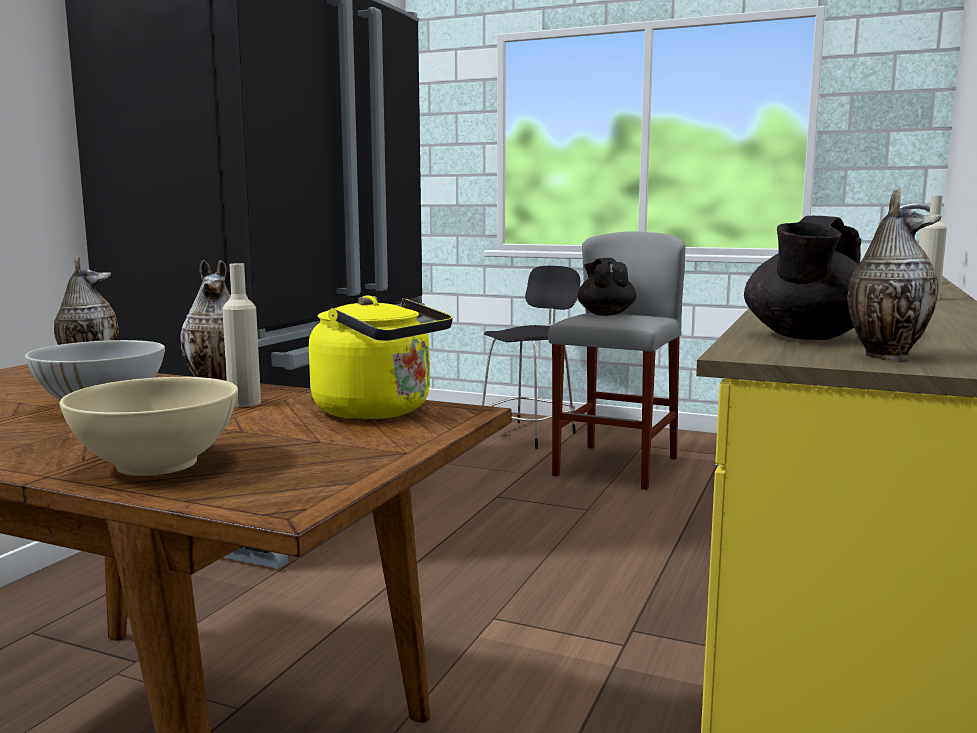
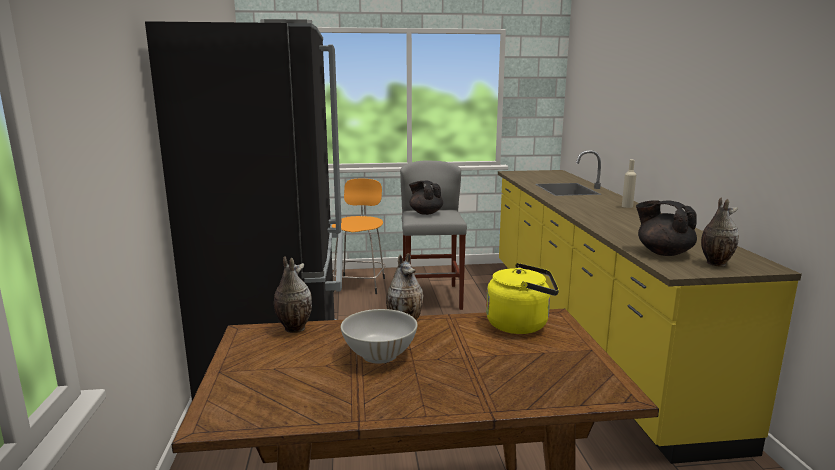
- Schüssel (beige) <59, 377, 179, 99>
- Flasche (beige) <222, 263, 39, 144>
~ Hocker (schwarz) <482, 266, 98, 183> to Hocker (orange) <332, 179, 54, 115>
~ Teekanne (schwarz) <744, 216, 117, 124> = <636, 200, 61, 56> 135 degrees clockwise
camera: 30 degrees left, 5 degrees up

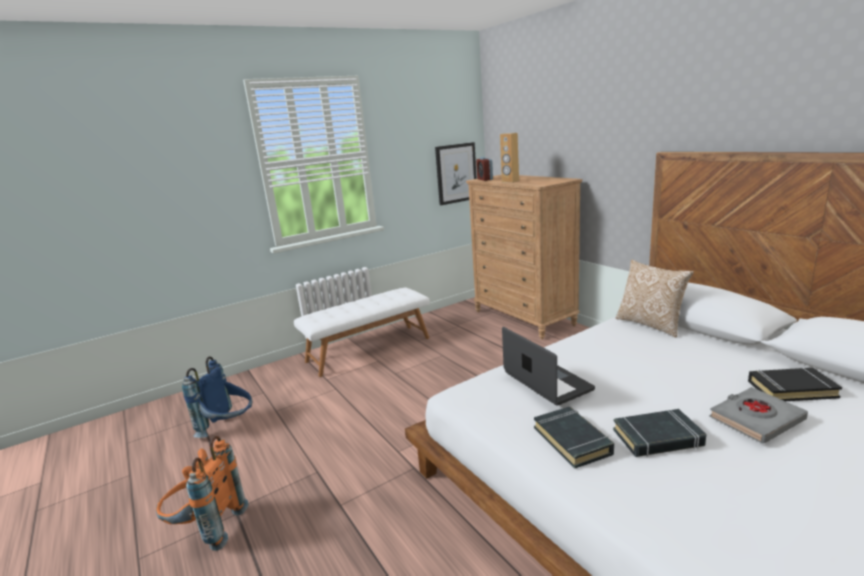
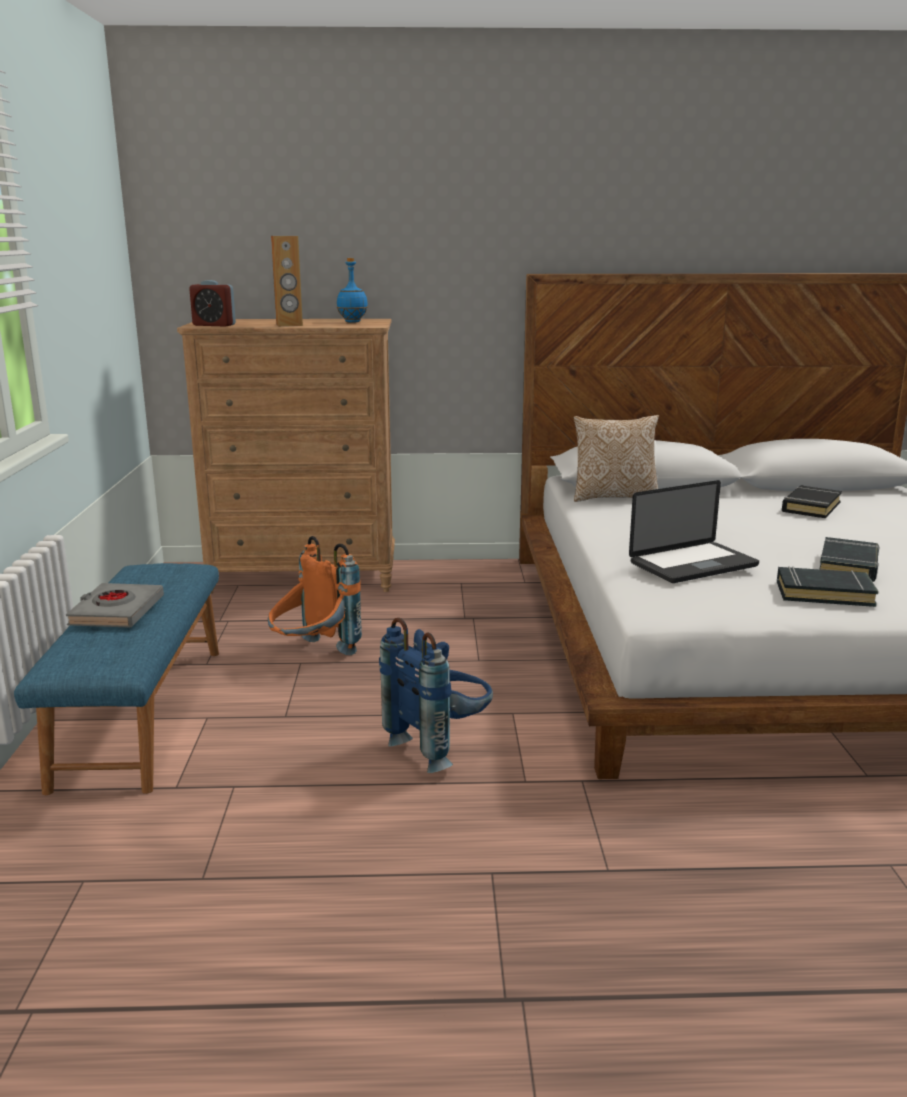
- Bild <435, 142, 42, 63>
+ Flasche (blau) <337, 258, 31, 65>
~ Rucksack (orange) <156, 436, 93, 115> to <268, 536, 94, 119>
~ Rucksack (blau) <182, 356, 70, 82> to <379, 618, 114, 155>
~ Buch (grau) <709, 387, 99, 57> to <66, 583, 98, 45>
~ Bank (weiß) <294, 287, 136, 90> to Bank (blau) <14, 563, 205, 232>
~ Laptop <502, 327, 93, 79> = <629, 480, 130, 103> 150 degrees clockwise
camera: 60 degrees left, 0 degrees up

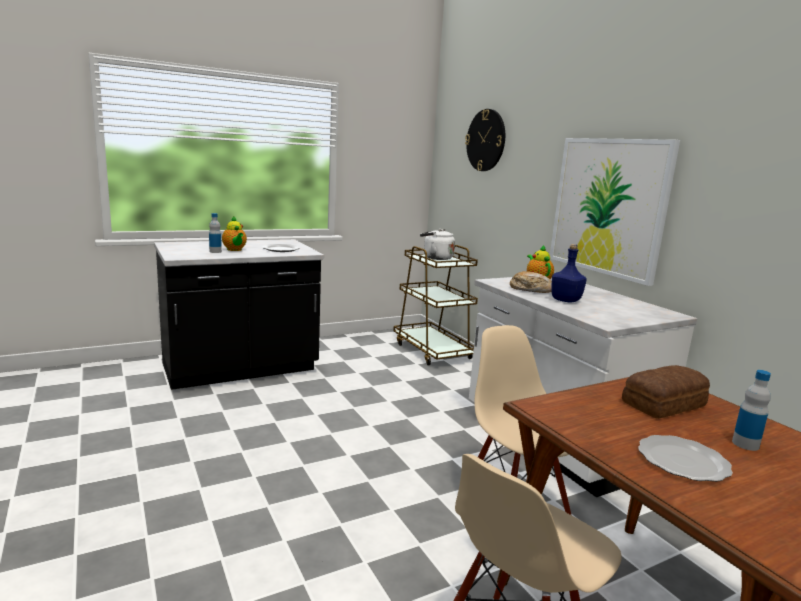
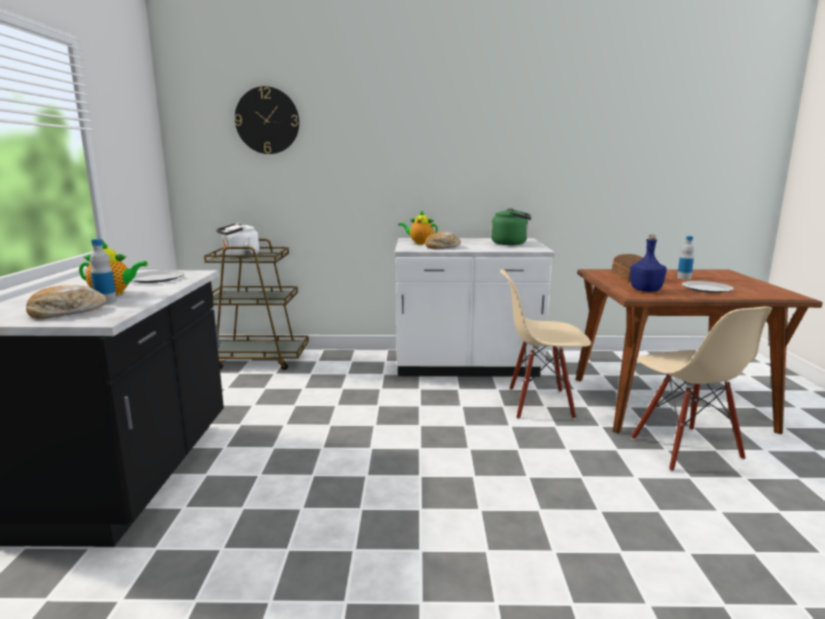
- Bild <550, 138, 130, 148>
+ Brot <26, 285, 81, 34>
+ Wasserkessel (grün) <491, 208, 41, 37>
~ Flasche (blau) <551, 244, 36, 58> to <630, 235, 37, 57>
camera: 60 degrees left, 0 degrees up

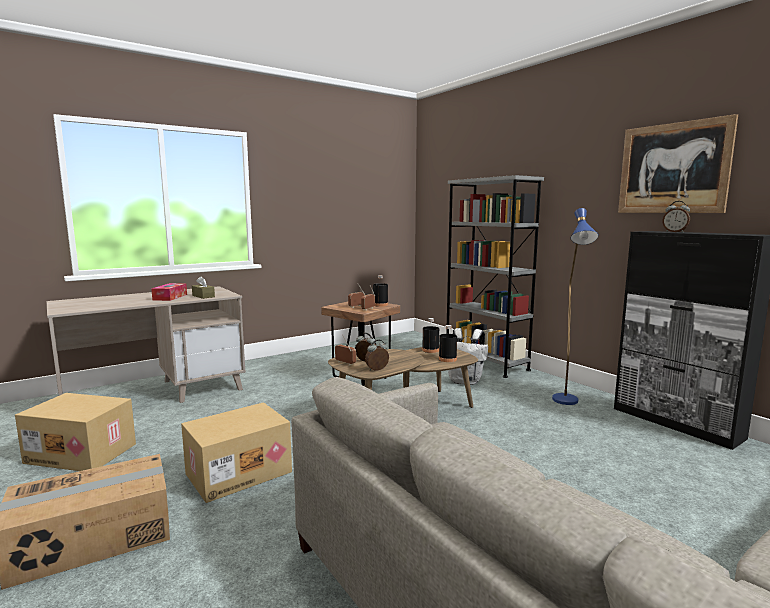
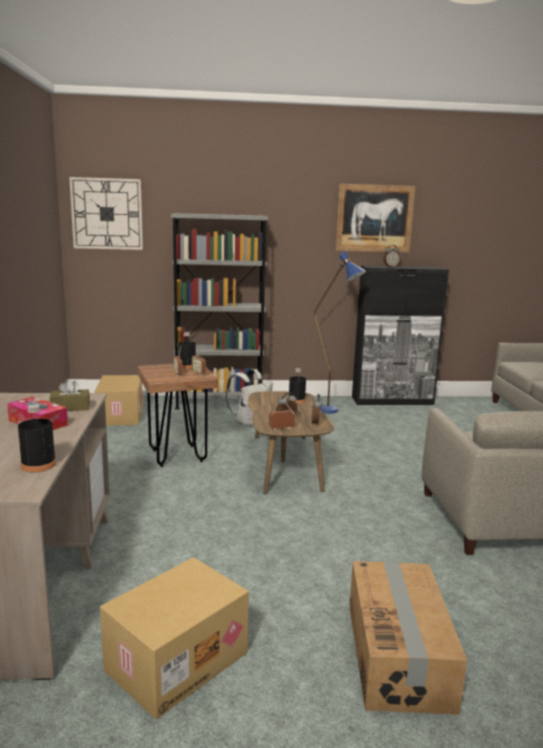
+ Wanduhr <69, 177, 74, 73>
~ Karton <181, 402, 111, 101> to <95, 375, 48, 51>
~ Flasche (schwarz) <422, 318, 17, 35> to <18, 404, 38, 69>
camera: 60 degrees left, 5 degrees up

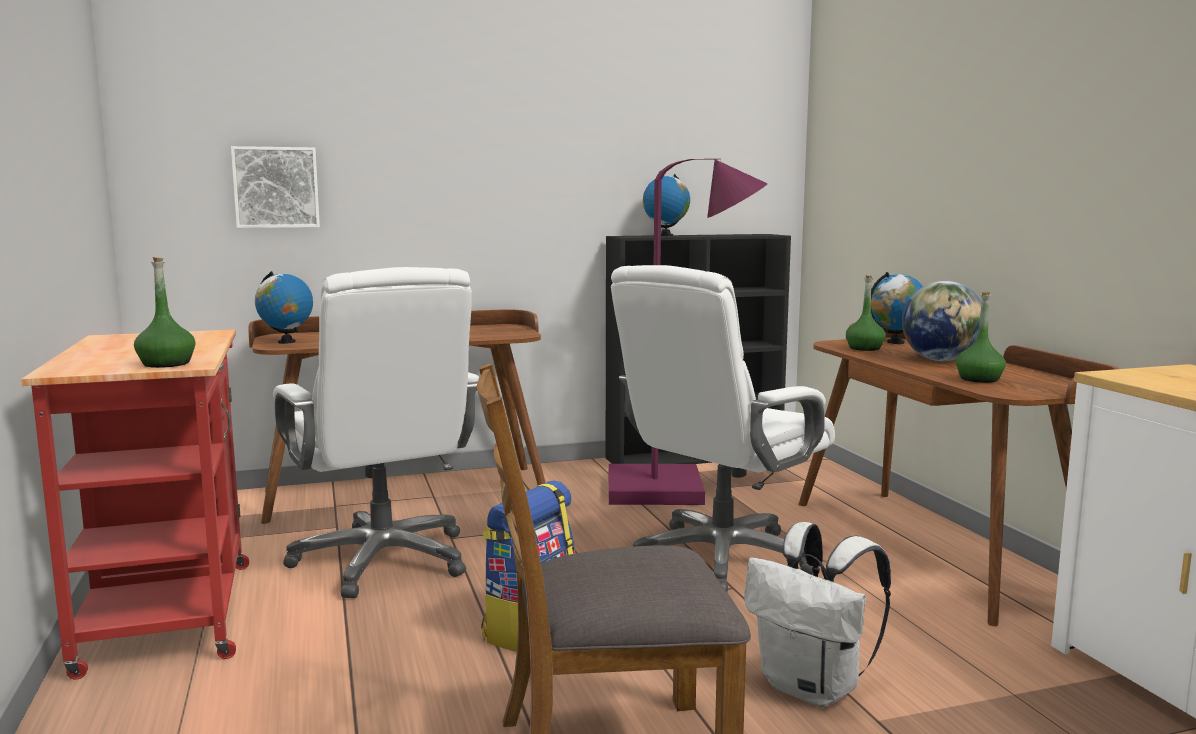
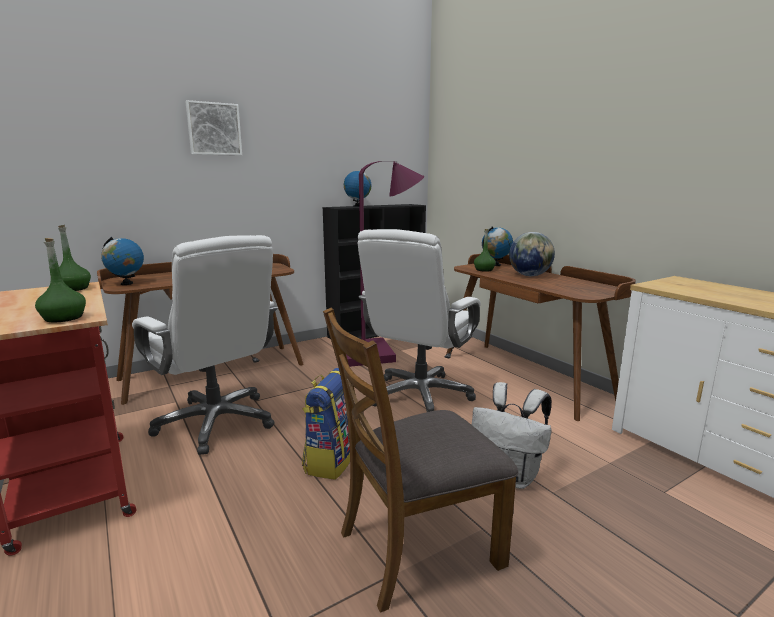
~ Bild <231, 146, 89, 82> to <185, 100, 57, 56>
~ Flasche (grün) <956, 291, 50, 92> to <58, 225, 33, 66>
camera: 15 degrees left, 5 degrees up

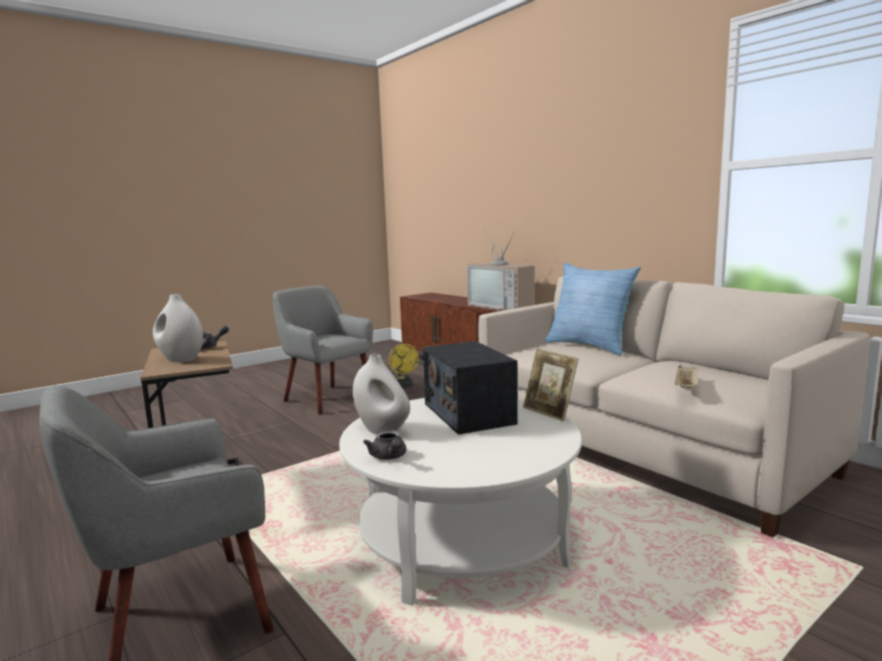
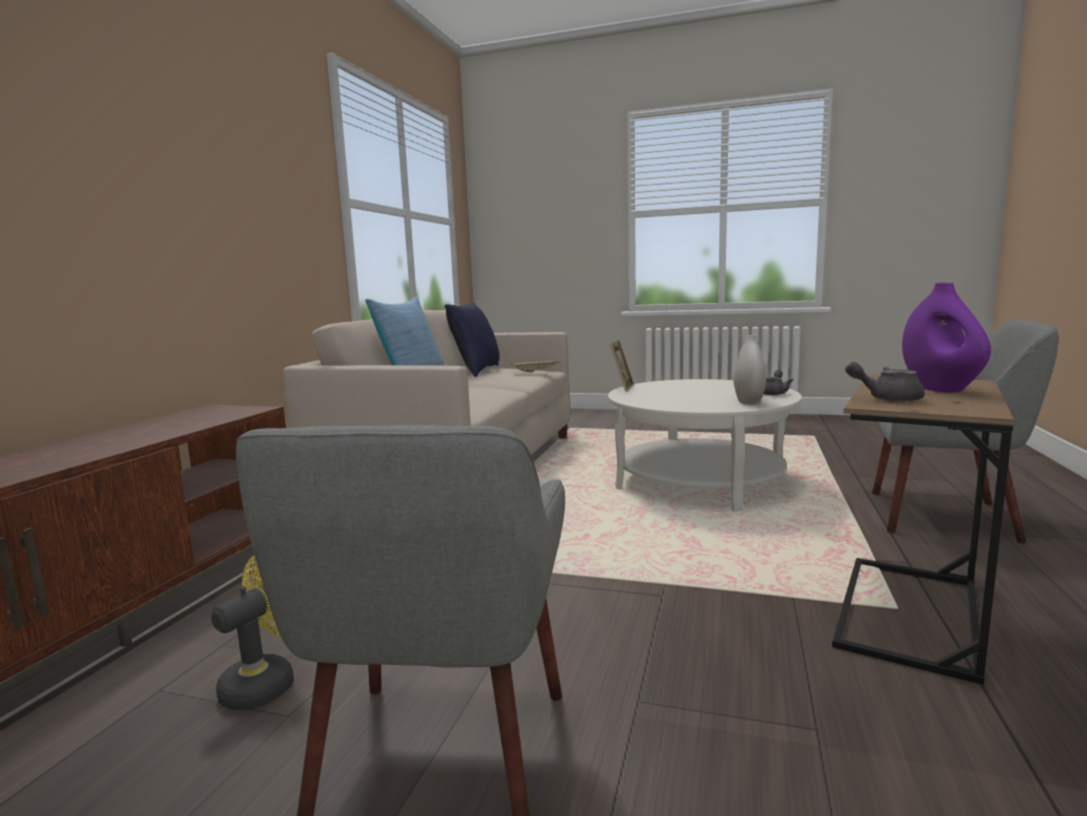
- Radio <423, 341, 95, 94>
- Fernseher <467, 228, 68, 83>
+ Kissen (blau) <445, 302, 54, 75>
~ Vase (weiß) <153, 294, 50, 68> to Vase (lila) <902, 282, 89, 111>
camera: 125 degrees left, 0 degrees up

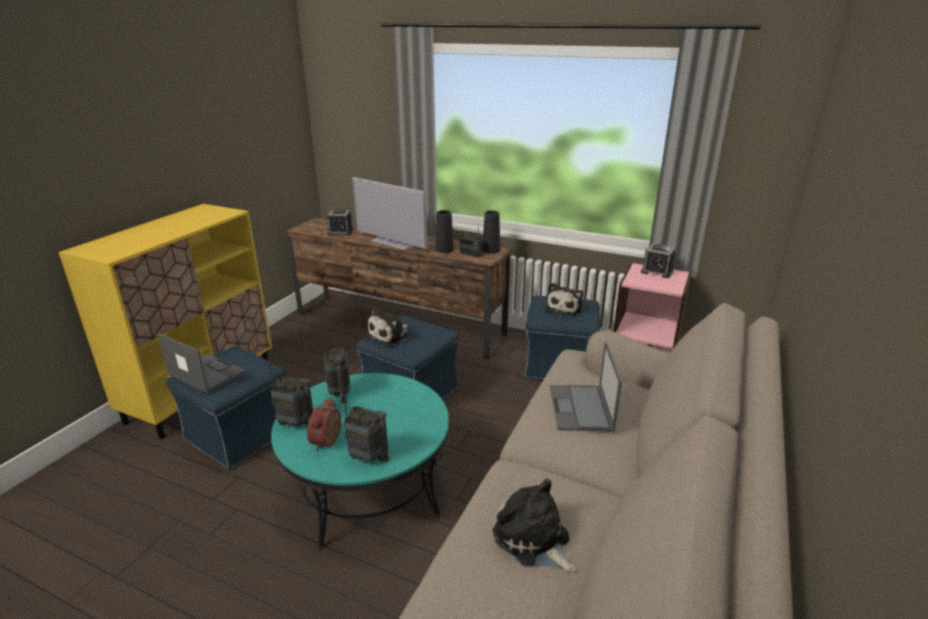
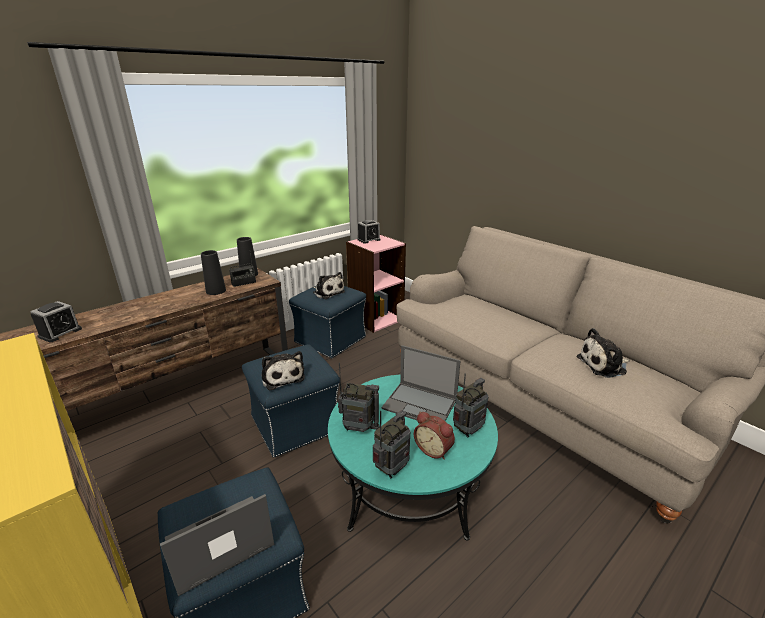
- Fernseher <352, 177, 76, 73>
~ Laptop <550, 342, 72, 89> to <382, 345, 79, 76>
camera: 65 degrees left, 0 degrees up

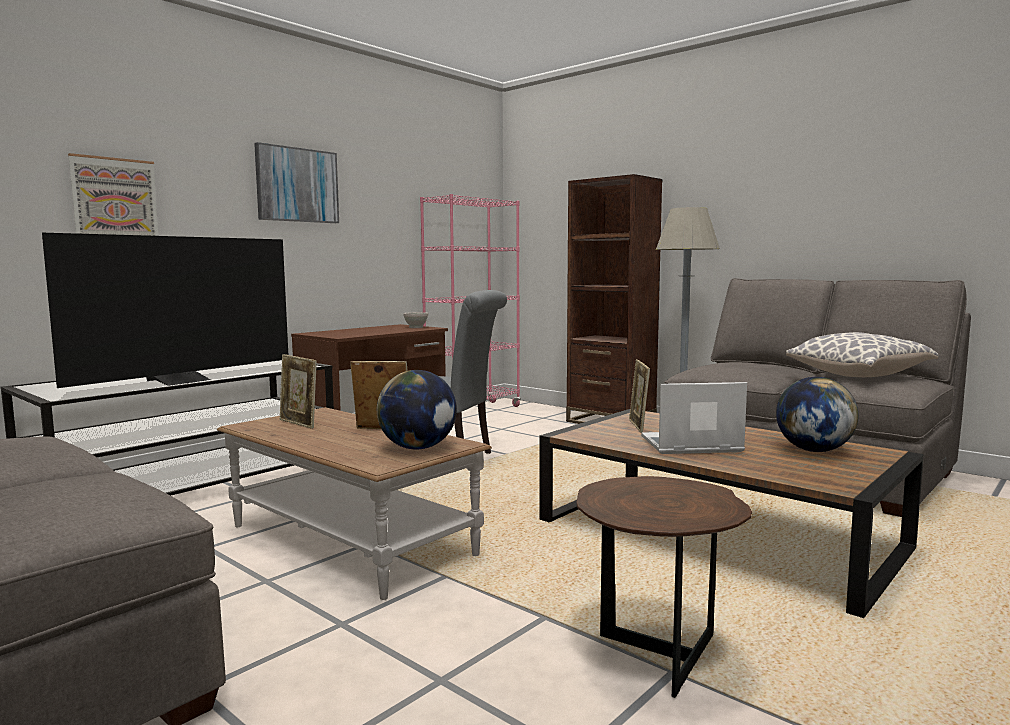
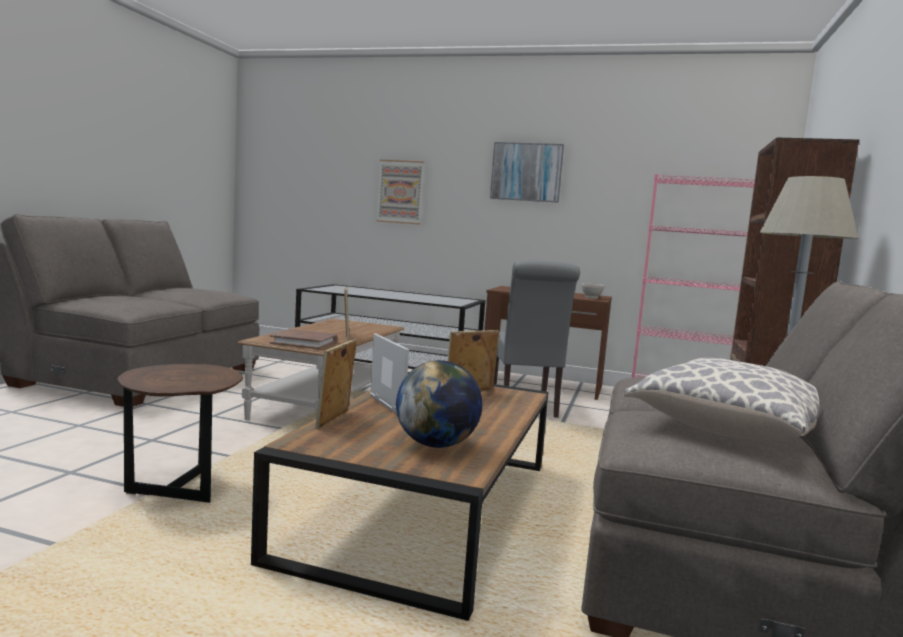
- Fernseher <42, 233, 246, 155>
~ Bilderrahmen <279, 354, 38, 75> to <315, 339, 42, 90>
~ Globus <377, 370, 80, 80> to Buch (braun) <270, 329, 67, 21>
camera: 65 degrees right, 0 degrees up

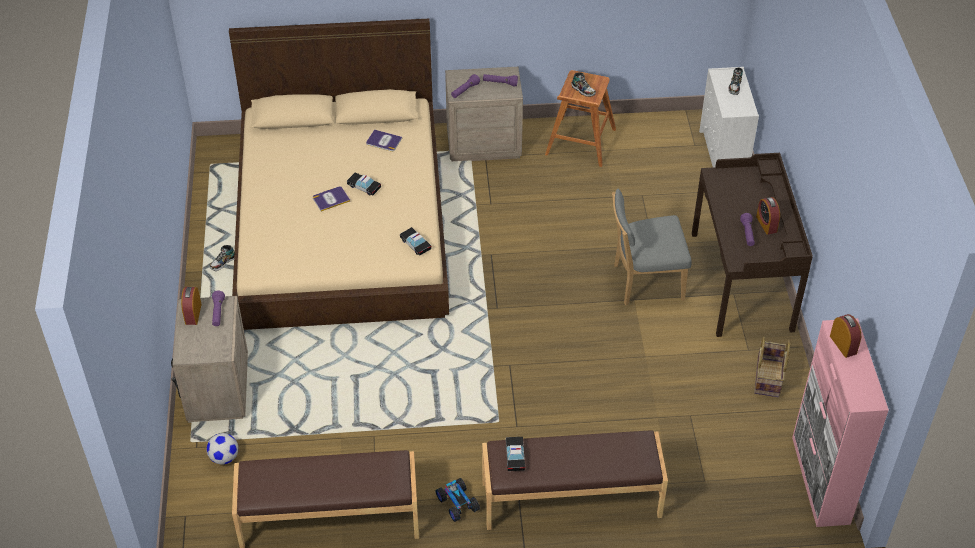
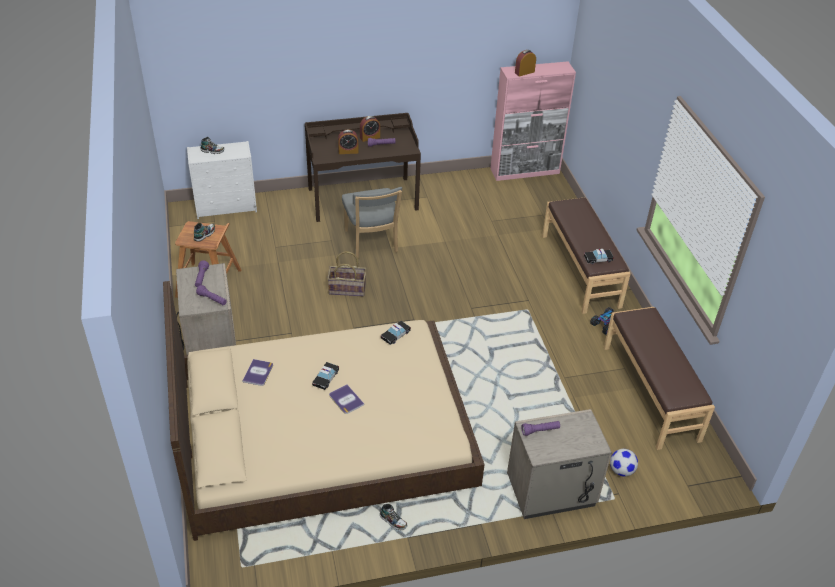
~ Wecker <181, 287, 21, 38> to <338, 130, 21, 24>
~ Korb <754, 337, 36, 60> to <327, 251, 39, 45>
camera: 100 degrees left, 5 degrees down

